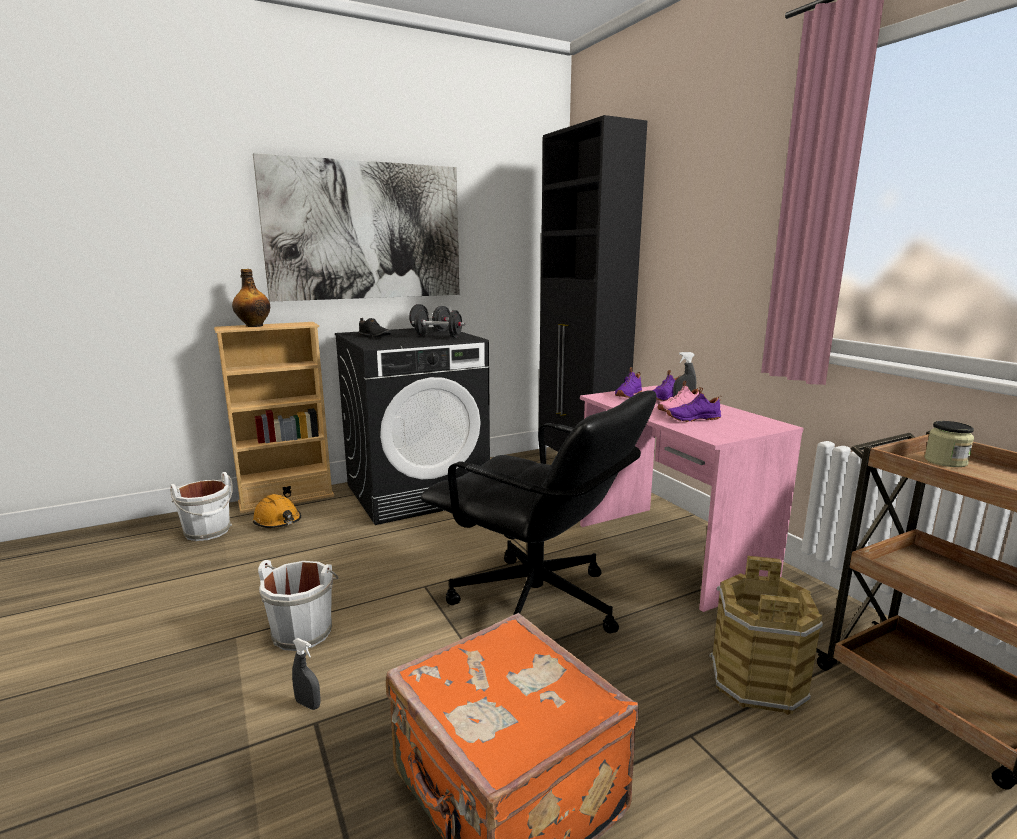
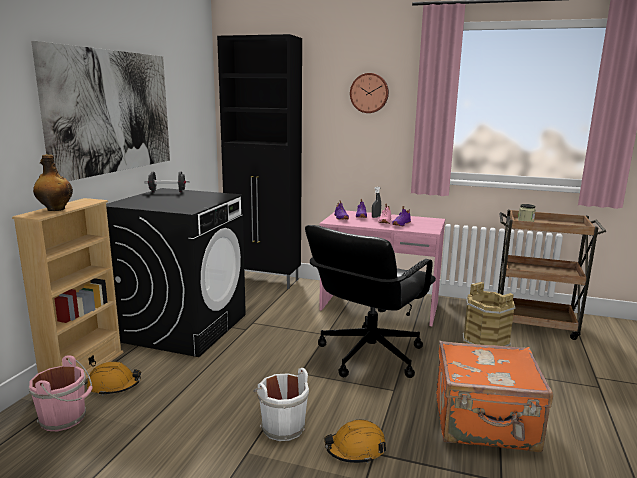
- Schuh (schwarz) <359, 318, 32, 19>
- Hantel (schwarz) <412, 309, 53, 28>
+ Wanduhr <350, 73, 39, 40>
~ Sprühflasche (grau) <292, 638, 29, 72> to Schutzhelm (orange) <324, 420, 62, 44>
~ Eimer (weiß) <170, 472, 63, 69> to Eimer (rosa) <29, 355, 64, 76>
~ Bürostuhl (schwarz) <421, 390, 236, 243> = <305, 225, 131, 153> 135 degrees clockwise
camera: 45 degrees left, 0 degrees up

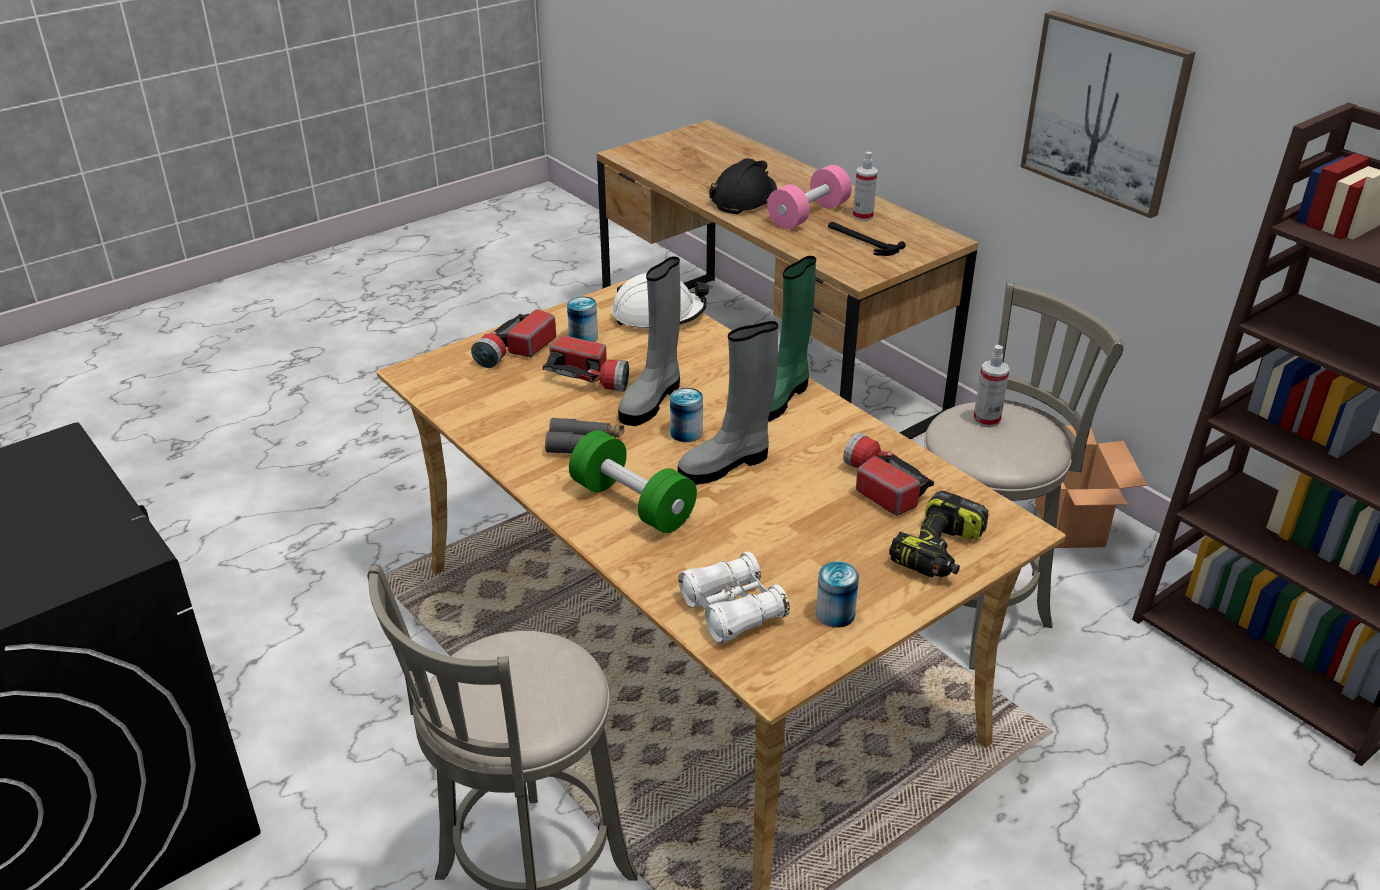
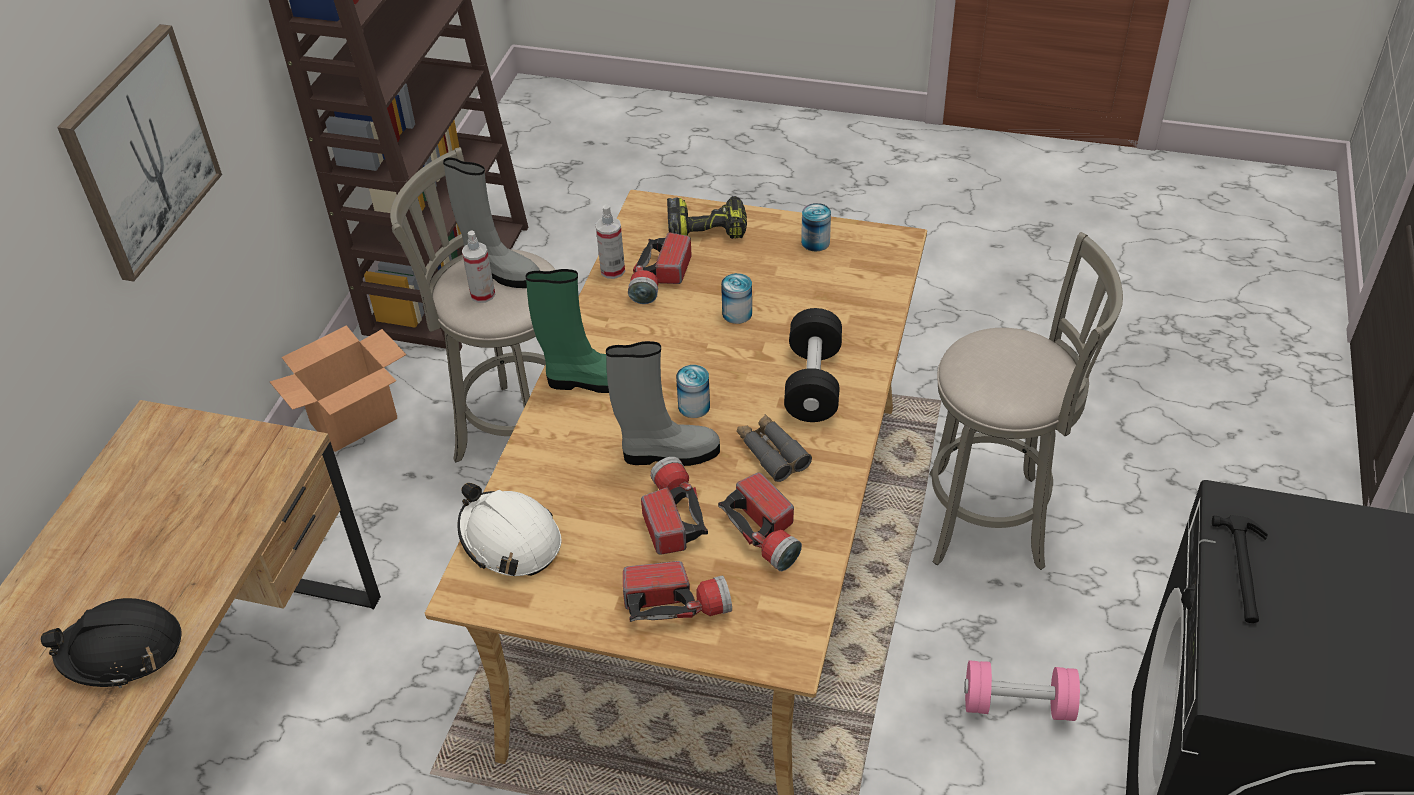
- Fernglas (weiß) <679, 552, 111, 91>
+ Taschenlampe <718, 473, 84, 98>
~ Dose <567, 296, 31, 46> to <721, 273, 31, 51>
~ Stiefel (grau) <678, 321, 100, 164> to <443, 157, 97, 131>
~ Hantel (rosa) <767, 165, 85, 64> to <964, 660, 116, 61>
~ Hammer <828, 222, 78, 34> to <1212, 515, 56, 108>
~ Sprühflasche <853, 152, 25, 69> to <596, 204, 29, 75>
~ Hantel (grün) <569, 430, 128, 103> to Hantel (schwarz) <784, 308, 58, 114>
camera: 125 degrees left, 10 degrees up

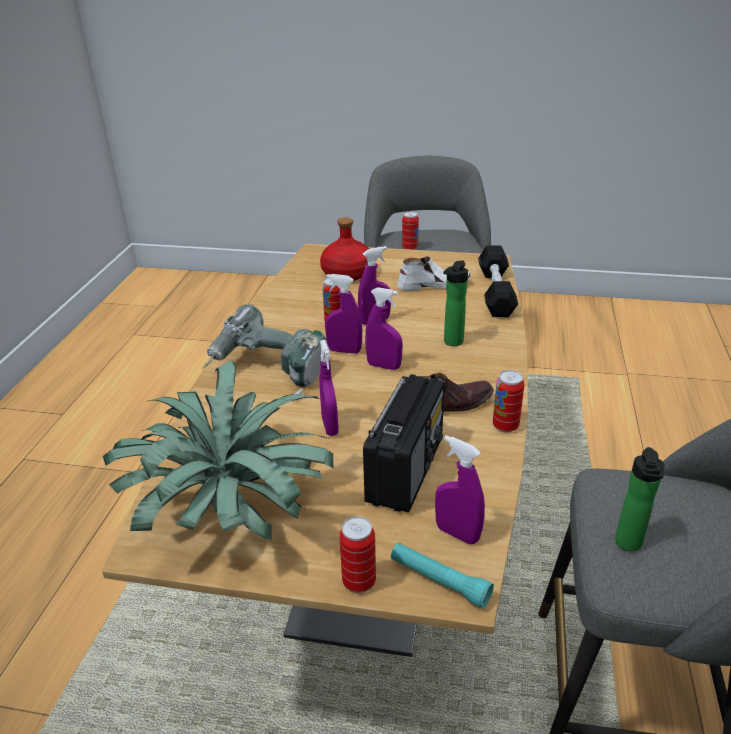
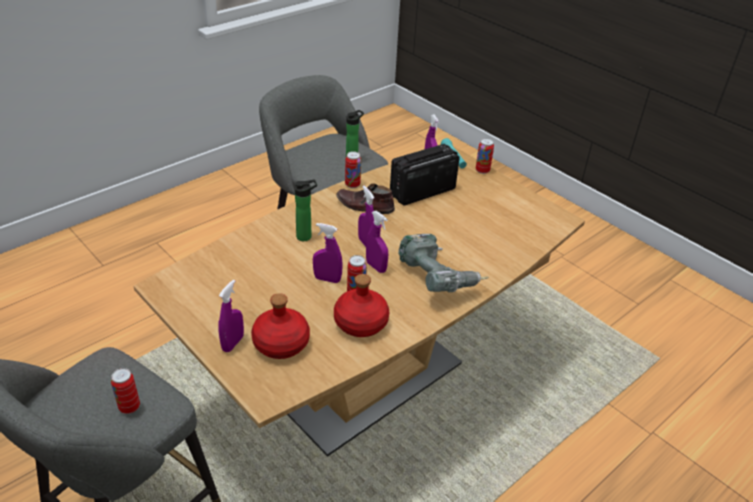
- Topfpflanze <103, 360, 230, 180>
- Schuh (weiß) <397, 256, 74, 35>
- Hantel (schwarz) <478, 245, 40, 72>
+ Flasche (rot) <334, 274, 55, 63>
~ Sprühflasche (lila) <319, 340, 20, 96> to <218, 279, 26, 73>
camera: 145 degrees left, 5 degrees up

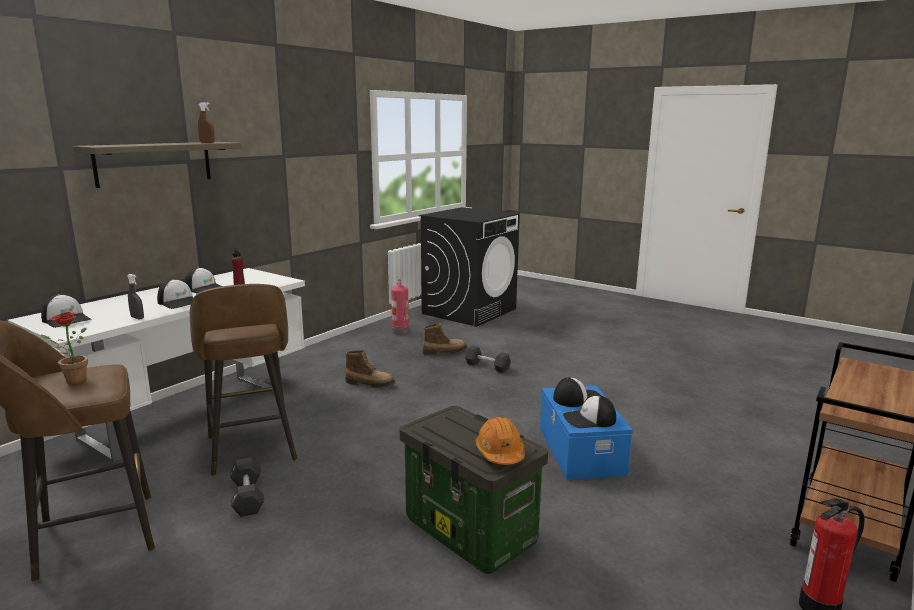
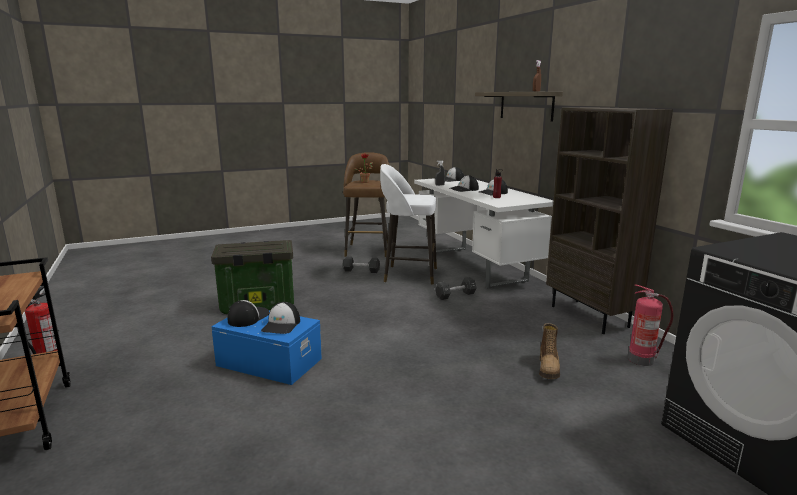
- Stiefel <345, 350, 50, 38>
- Schutzhelm (orange) <476, 416, 49, 49>
+ Bücherregal (braun) <546, 107, 127, 227>
~ Hantel (schwarz) <465, 346, 46, 27> to <435, 277, 42, 23>
~ Hocker (braun) <190, 284, 108, 192> to Hocker (weiß) <380, 164, 57, 121>
camera: 120 degrees right, 0 degrees up

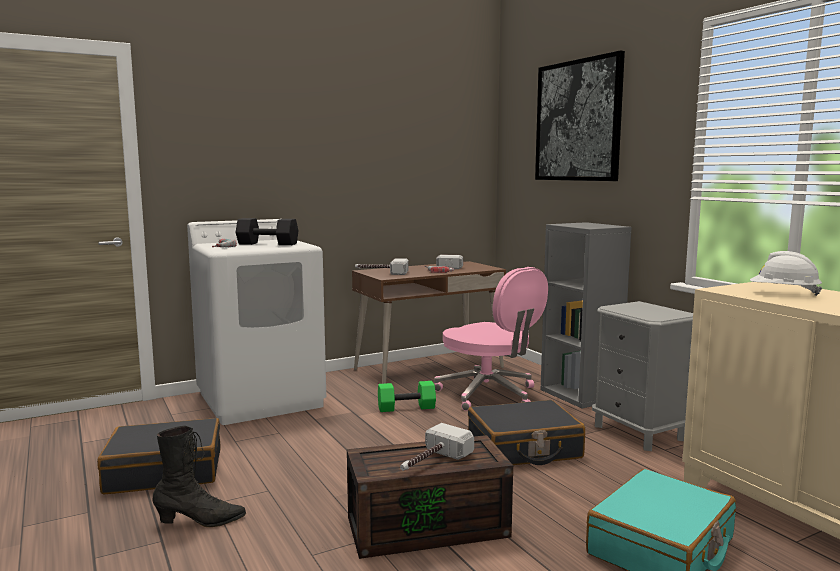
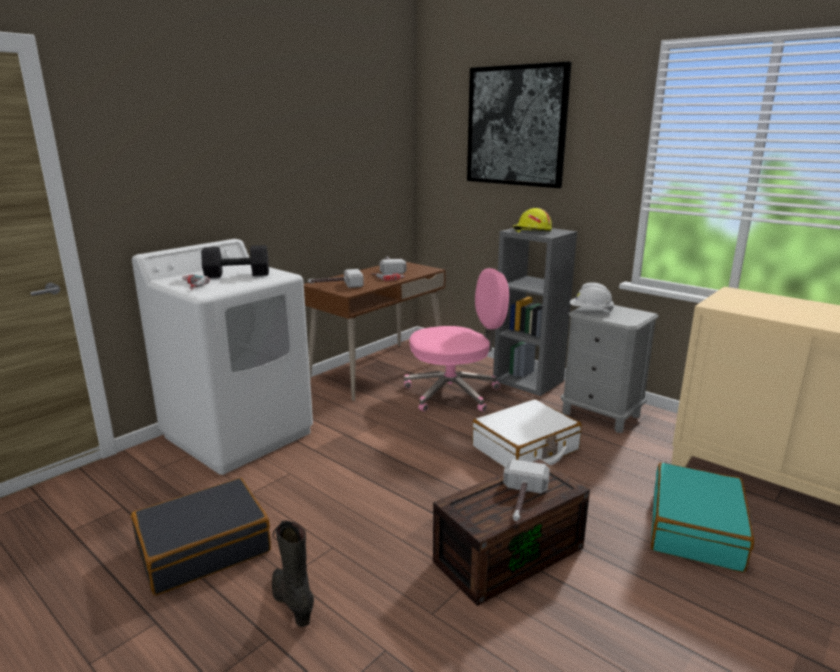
- Hantel (grün) <378, 381, 58, 31>
+ Schutzhelm (gelb) <512, 208, 40, 24>
~ Schutzhelm (weiß) <750, 251, 72, 45> to <570, 282, 44, 29>
~ Koffer (schwarz) <468, 400, 117, 65> to Koffer (weiß) <472, 399, 110, 68>
~ Stiefel (schwarz) <153, 426, 93, 101> = <272, 520, 42, 107> 90 degrees counterclockwise
~ Bürostuhl (rosa) <434, 267, 114, 144> = <404, 268, 105, 144> 45 degrees counterclockwise
camera: 20 degrees left, 10 degrees up

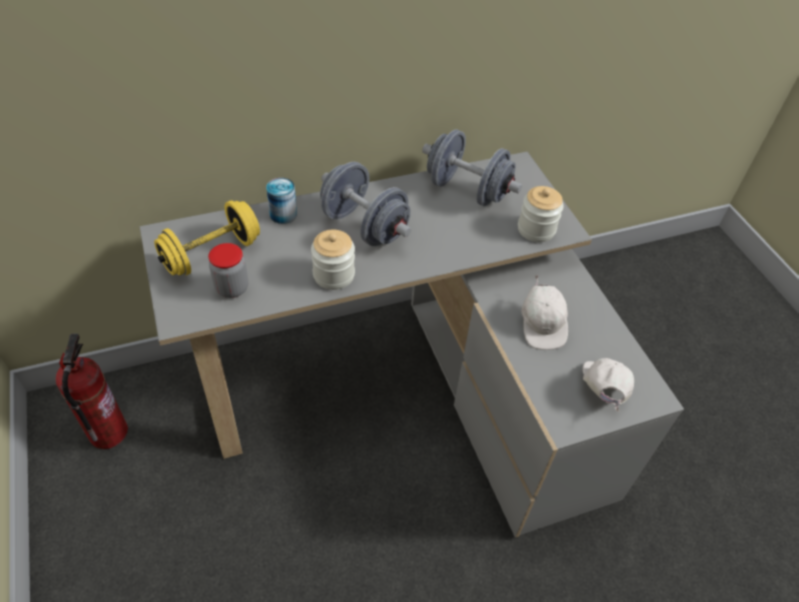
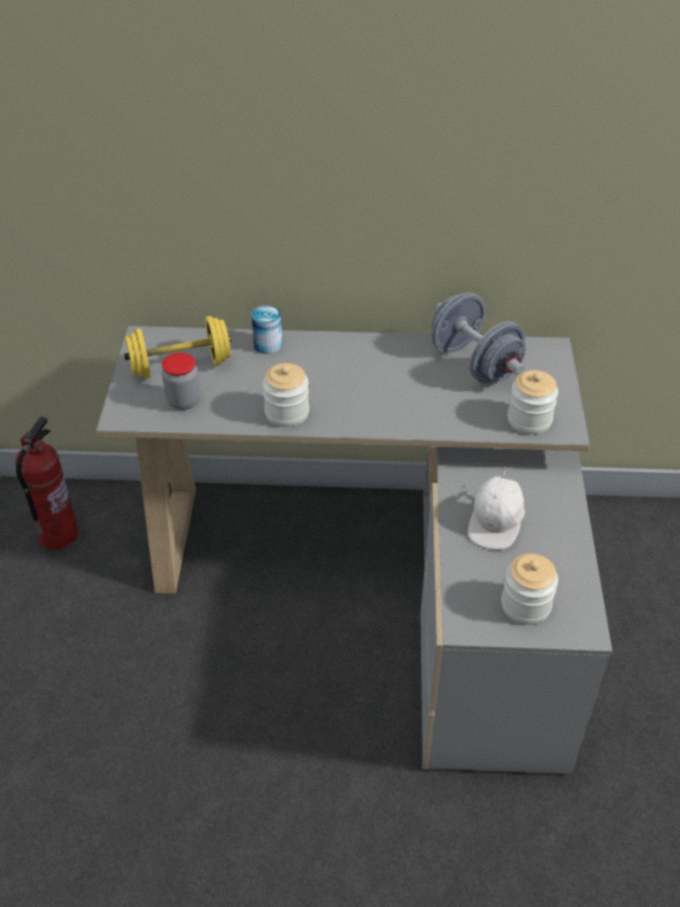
- Hantel (grau) <320, 162, 91, 84>
~ Kappe (weiß) <583, 358, 51, 54> to Vorratsglas <501, 553, 57, 72>
camera: 25 degrees right, 5 degrees down

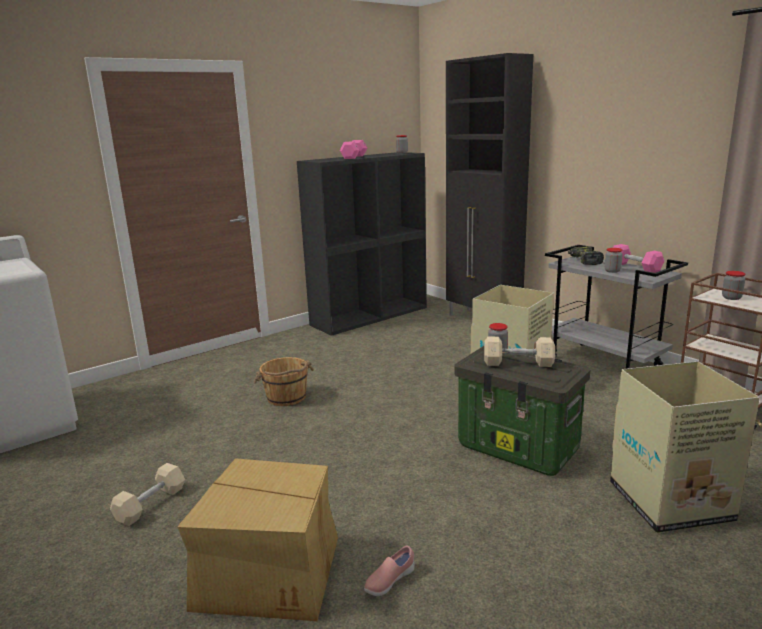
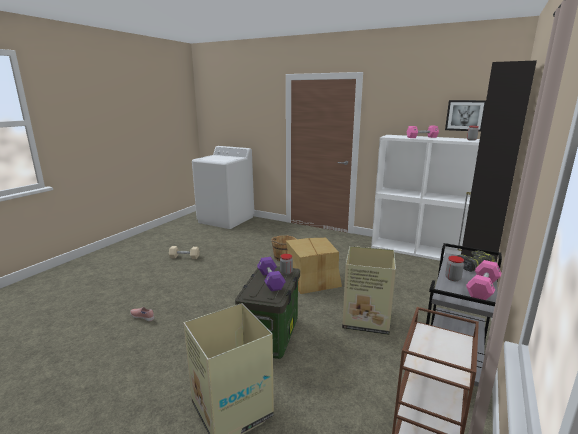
- Vorratsglas <722, 271, 23, 29>
+ Bild <445, 100, 41, 32>
~ Karton <177, 458, 161, 163> to <286, 237, 56, 57>
~ Bücherregal (schwarz) <297, 152, 130, 184> to Bücherregal (weiß) <371, 135, 109, 126>
~ Hantel (beige) <484, 337, 71, 30> to Hantel (lila) <257, 257, 29, 34>
camera: 65 degrees right, 0 degrees up

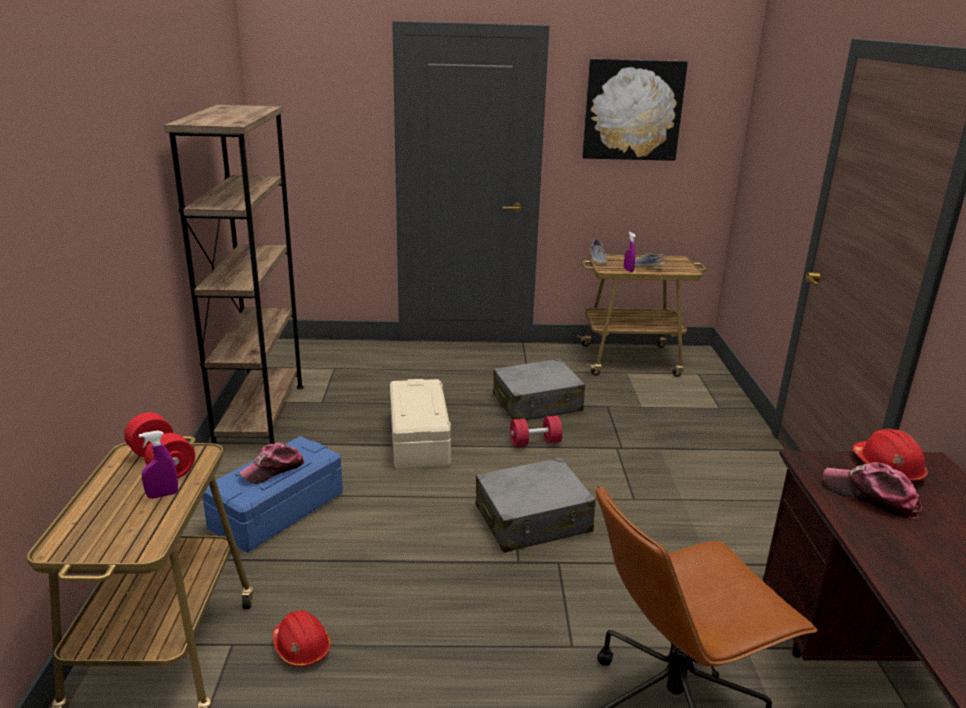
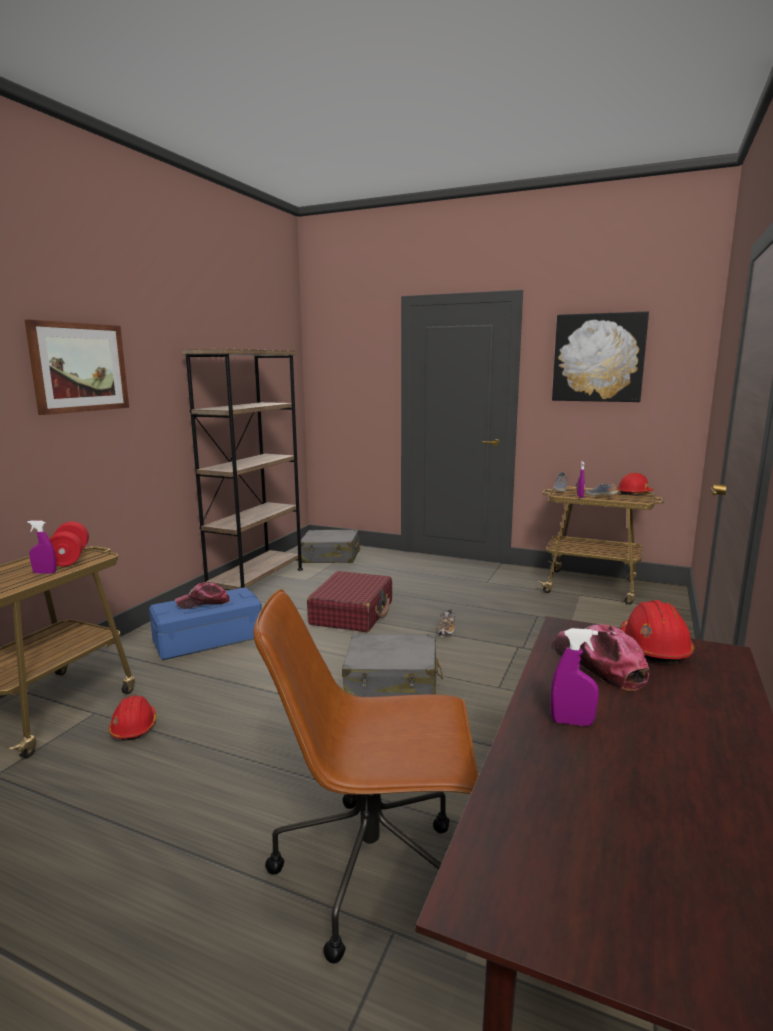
+ Bild <25, 320, 104, 95>
+ Sprühflasche (lila) <551, 628, 48, 98>
+ Schutzhelm (rot) <617, 473, 36, 22>
~ Koffer (grau) <493, 358, 92, 62> to <301, 529, 59, 34>
~ Aufbewahrungsbox (beige) <390, 379, 61, 90> to Koffer (rot) <307, 571, 85, 61>
~ Hantel (rot) <510, 416, 53, 31> to Schuh <438, 608, 17, 29>
camera: 25 degrees right, 10 degrees down

